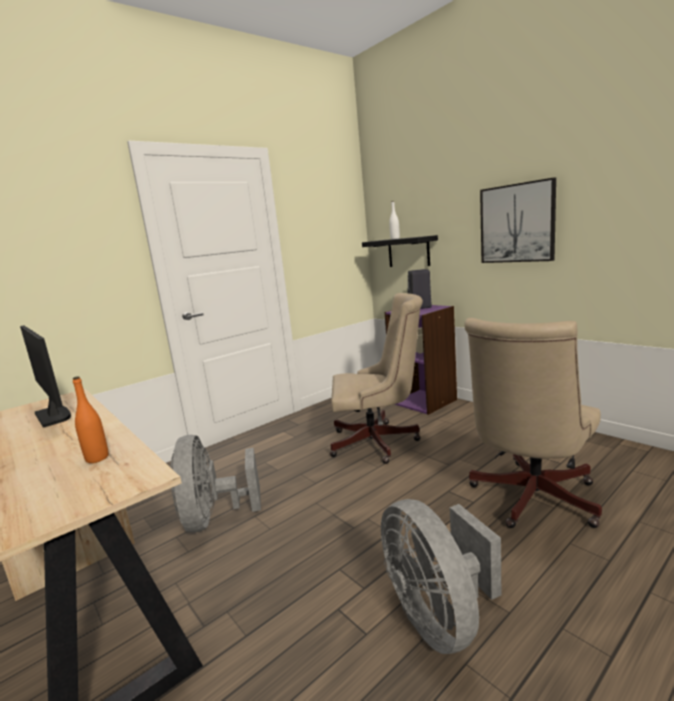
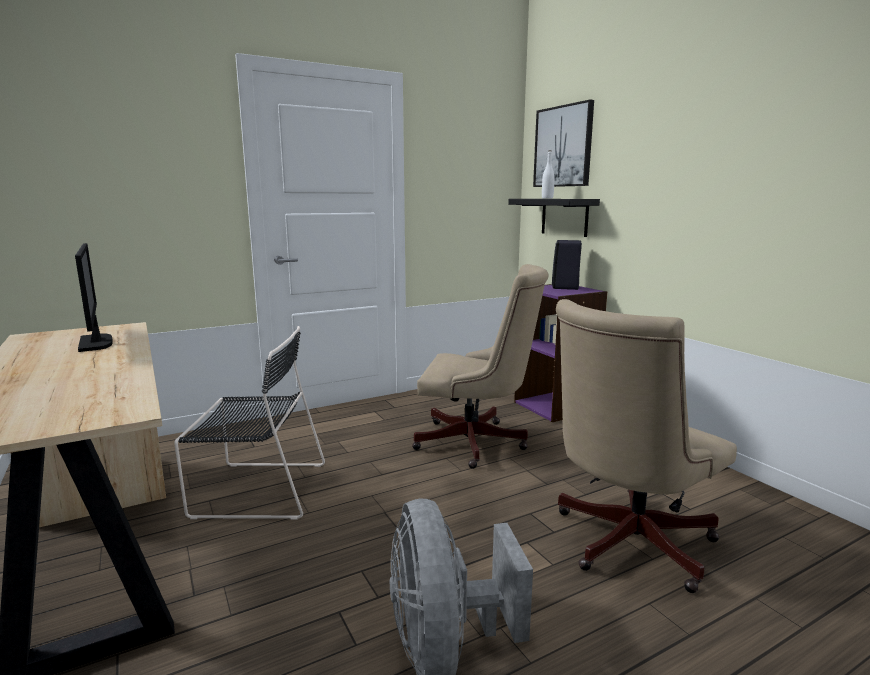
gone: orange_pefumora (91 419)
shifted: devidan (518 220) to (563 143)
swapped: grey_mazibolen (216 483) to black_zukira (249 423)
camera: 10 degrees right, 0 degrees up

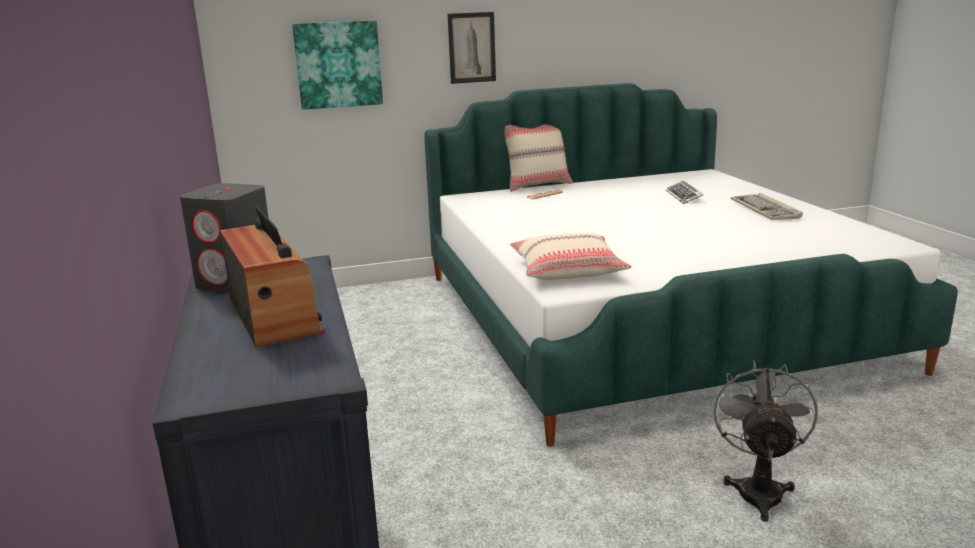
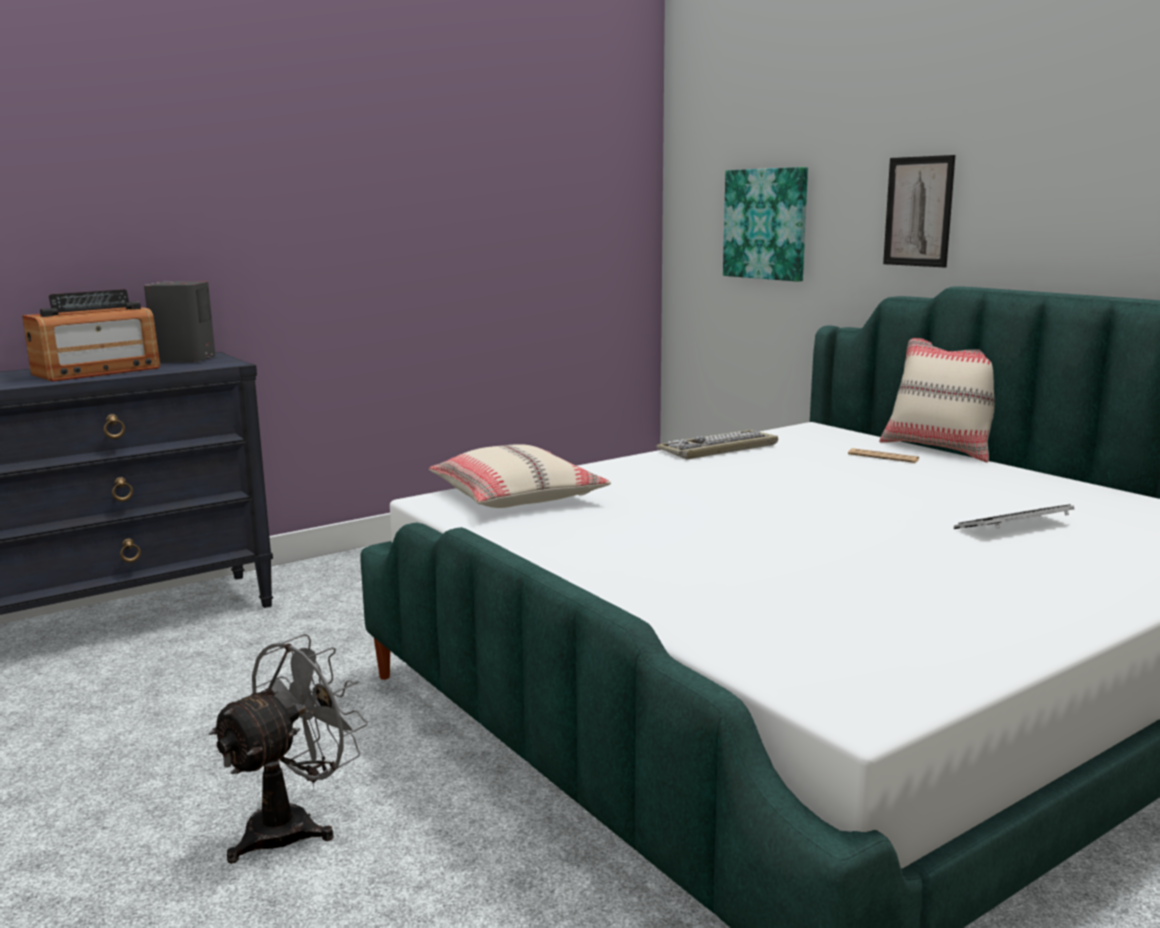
shifted: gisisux (767 206) to (717 445)
rotated: grey_mazibolen (766 441) = (288 749) 45 degrees counterclockwise
camera: 70 degrees right, 5 degrees down

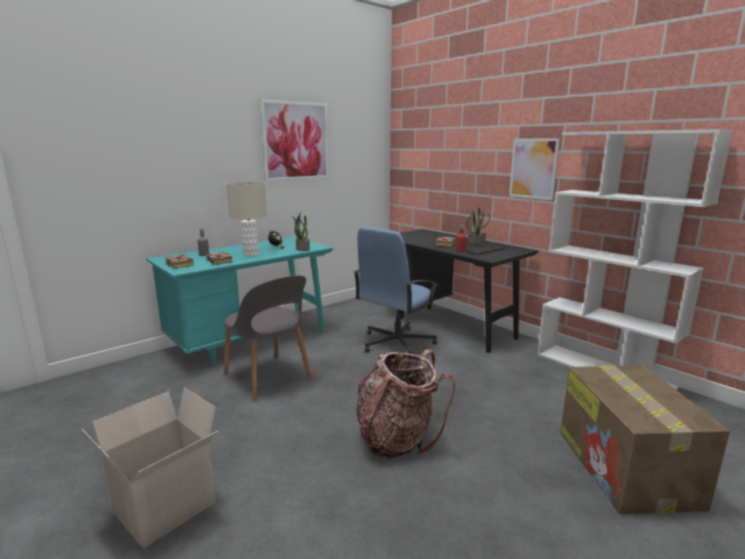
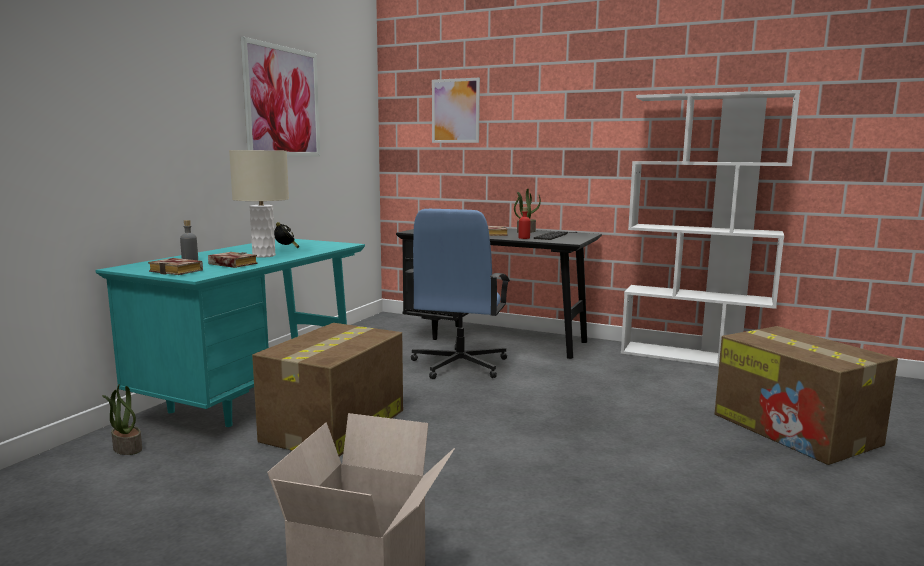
gone: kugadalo (405 404)
shifted: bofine (301 231) to (122 419); devidan (534 169) to (456 110)
swapped: grey_zukira (268 338) to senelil (327 389)
camera: 25 degrees left, 5 degrees down

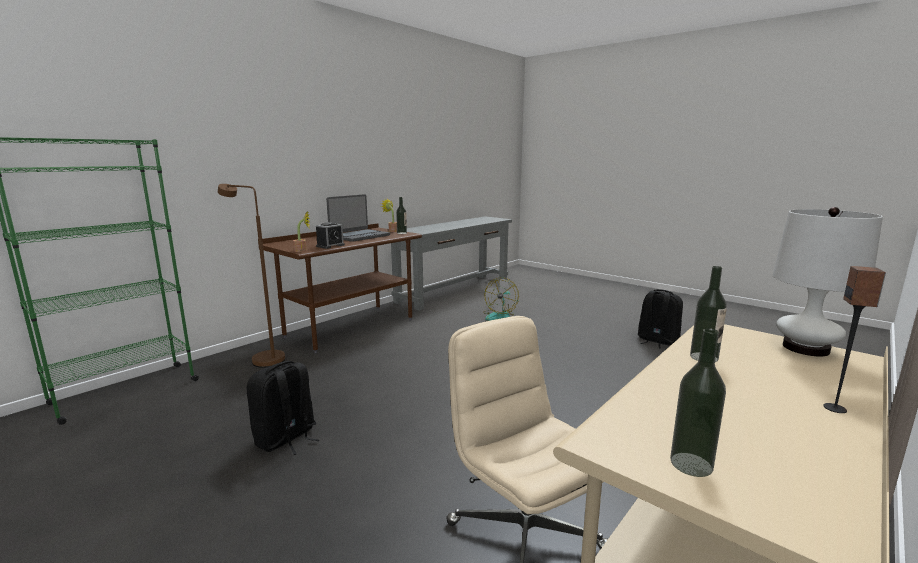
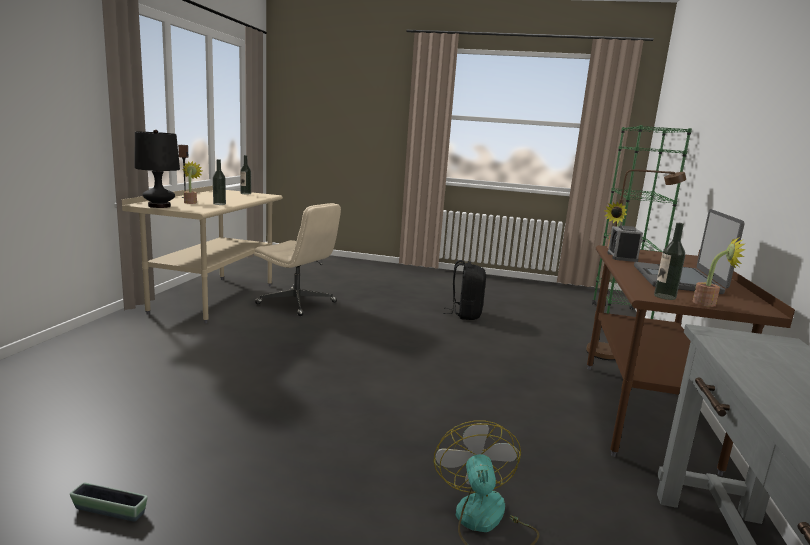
new: bofine (192 182)
swapped: black_kugadalo (660 319) to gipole (109 502)
repainted: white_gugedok (827 282) to black_gugedok (157 169)
camera: 150 degrees right, 0 degrees up

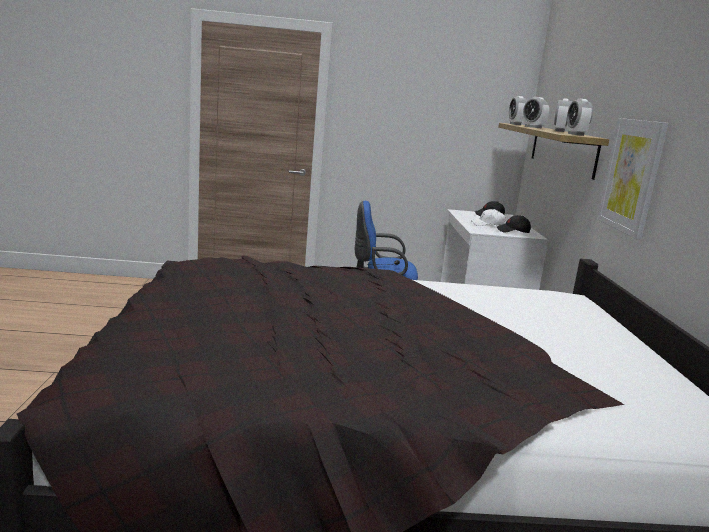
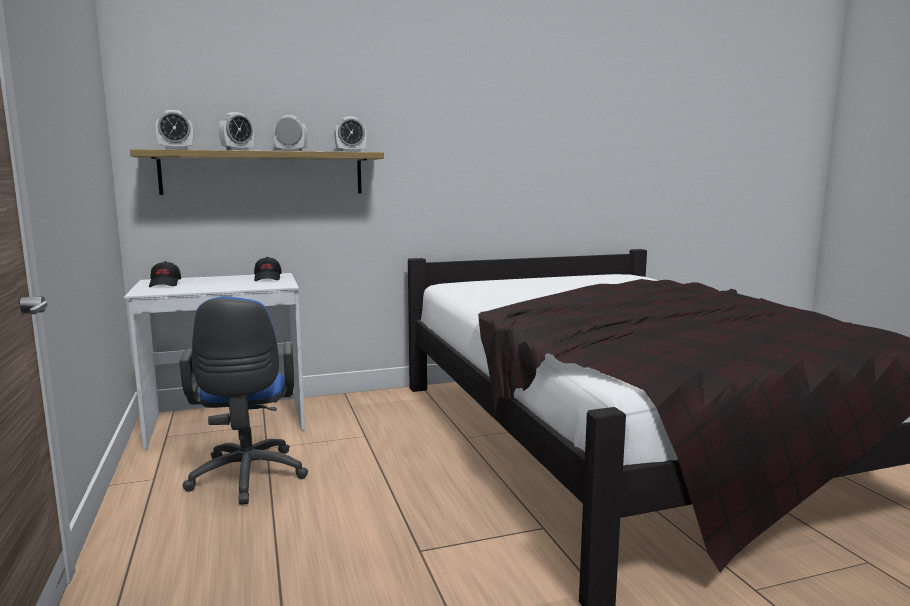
gone: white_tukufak (488 217); devidan (633 179)
camera: 105 degrees left, 5 degrees down

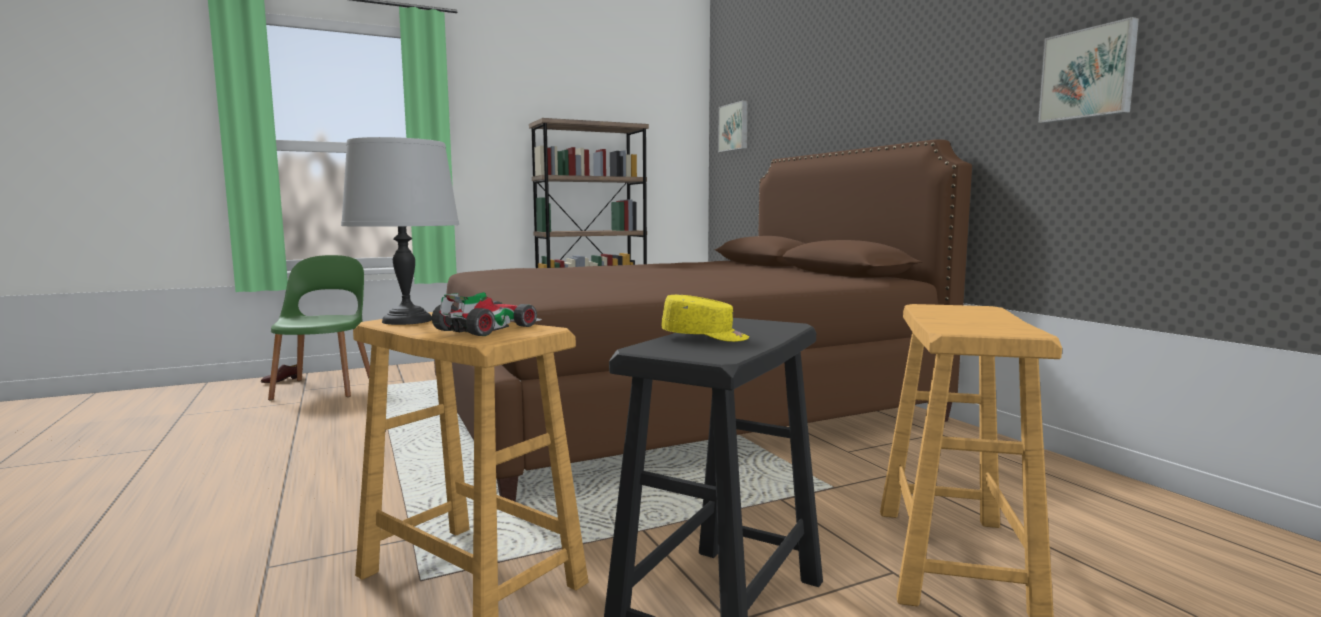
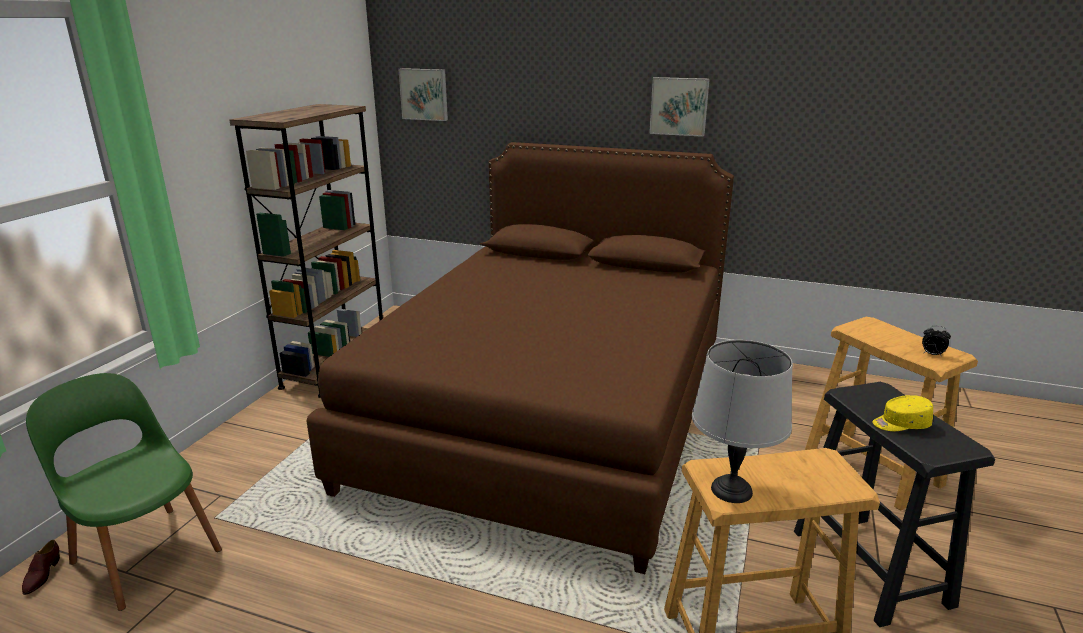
gone: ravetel (487 314)
new: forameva (936 341)
shifted: devidan (1088 70) to (679 107)
rotated: yellow_tukufak (705 318) = (902 413) 150 degrees counterclockwise
camera: 45 degrees left, 15 degrees up

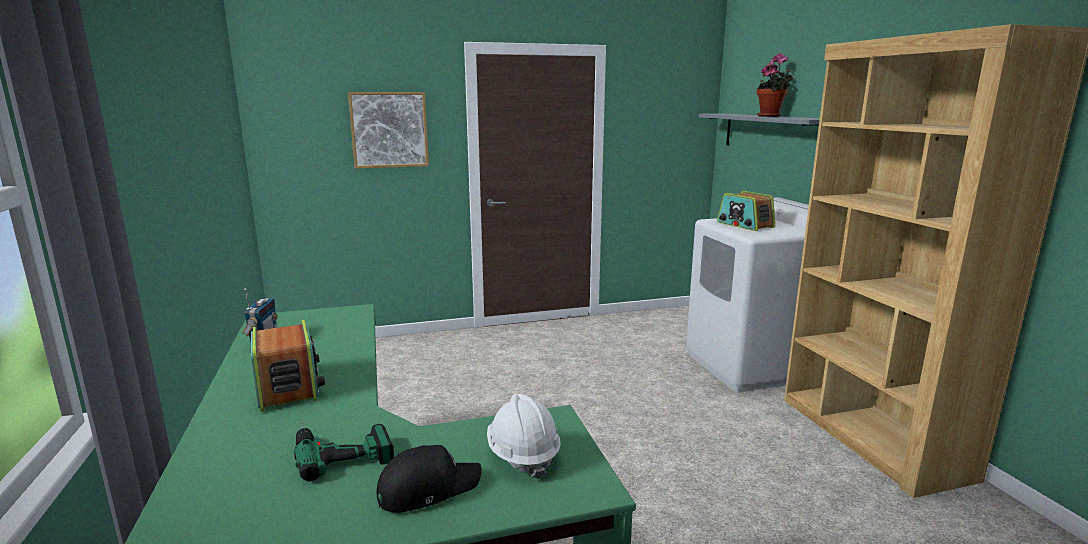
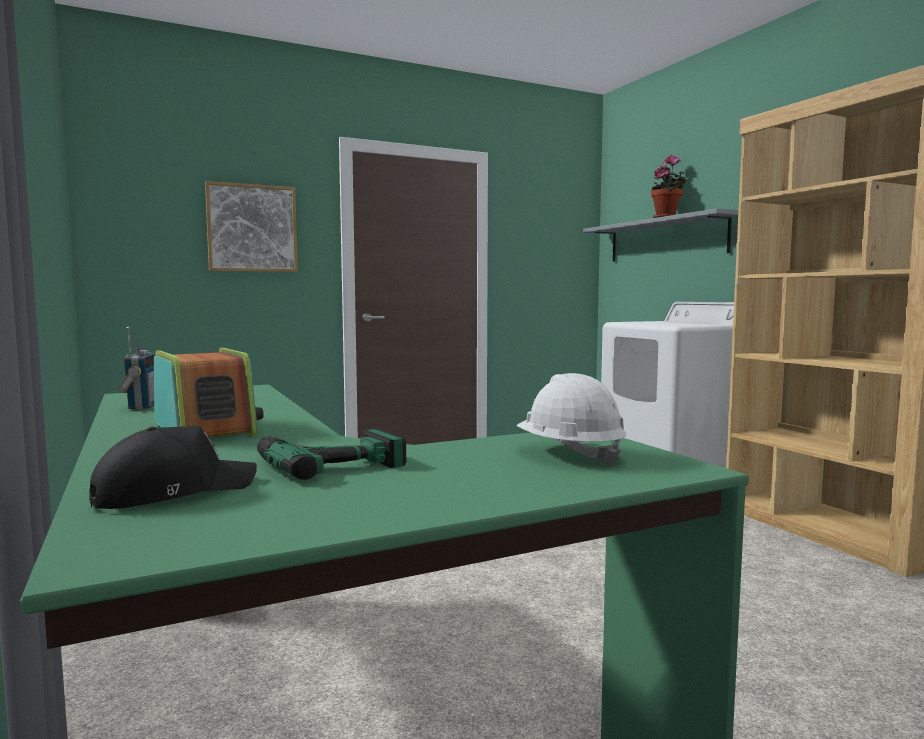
gone: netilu (746 211)
shifted: black_tukufak (428 479) to (173 467)
camera: 10 degrees left, 10 degrees down

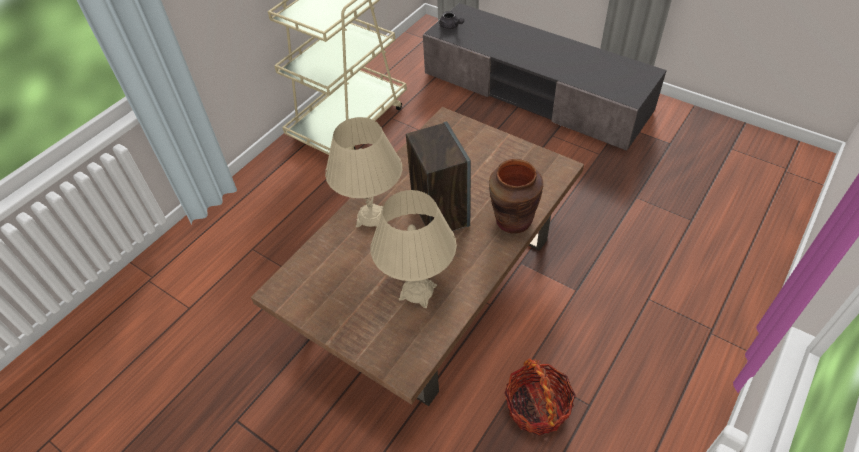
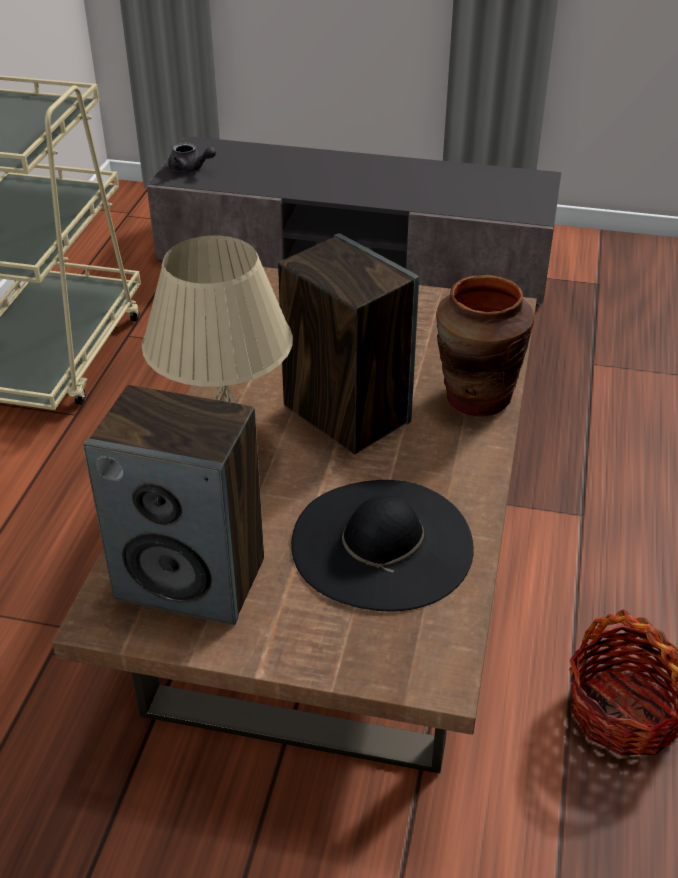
new: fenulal (173 505)
swapped: beige_gugedok (414 249) to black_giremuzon (382 545)
camera: 25 degrees left, 10 degrees down

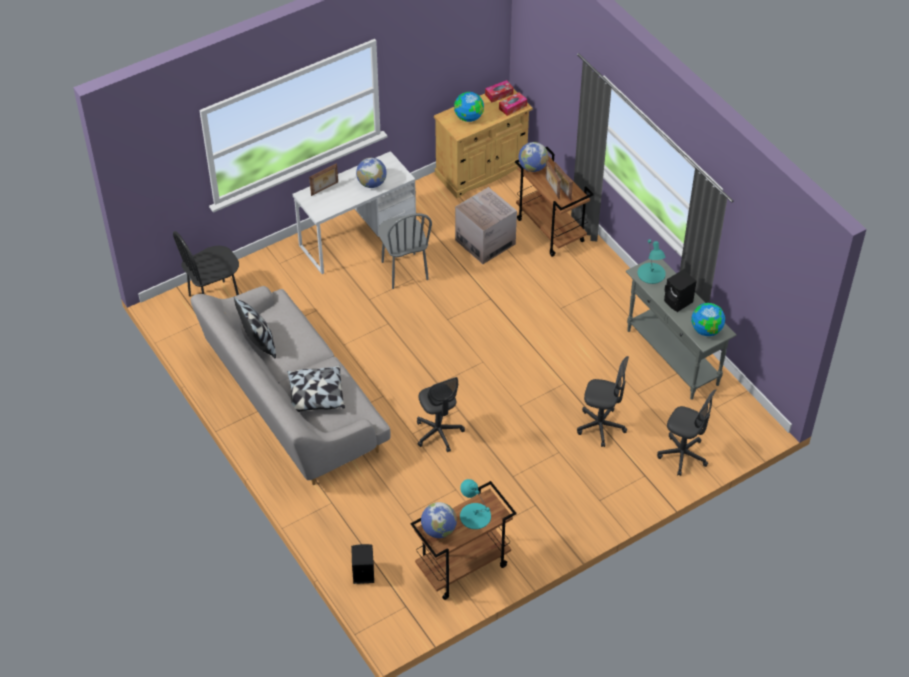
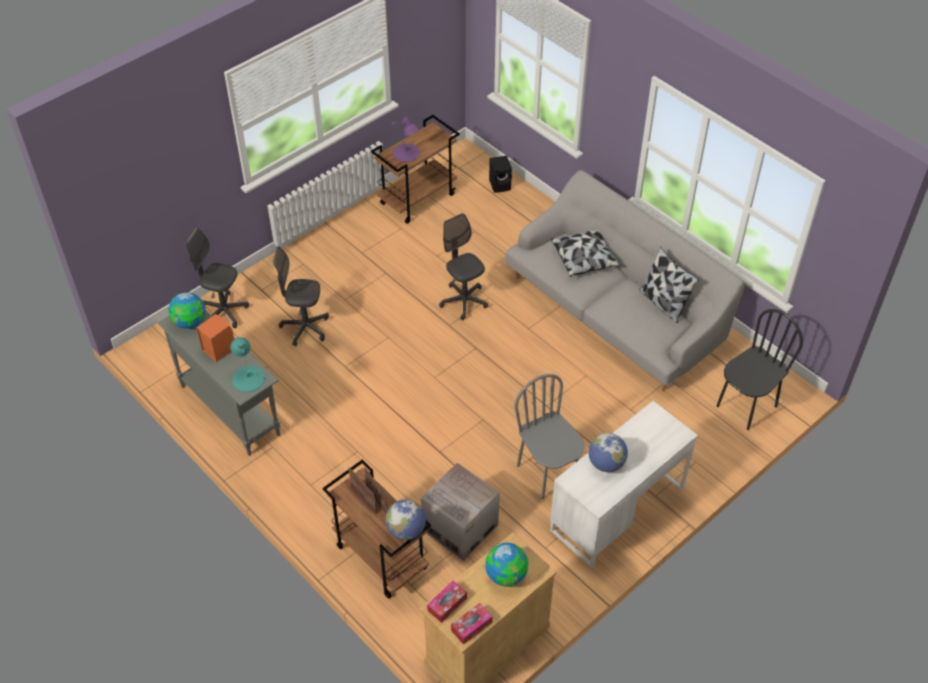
gone: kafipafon (323 179); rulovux (439 520)
repainted: turquoise_gugedok (475 504) to purple_gugedok (405 139); black_fenulal (680 291) to orange_fenulal (215 338)
camera: 170 degrees right, 0 degrees up

